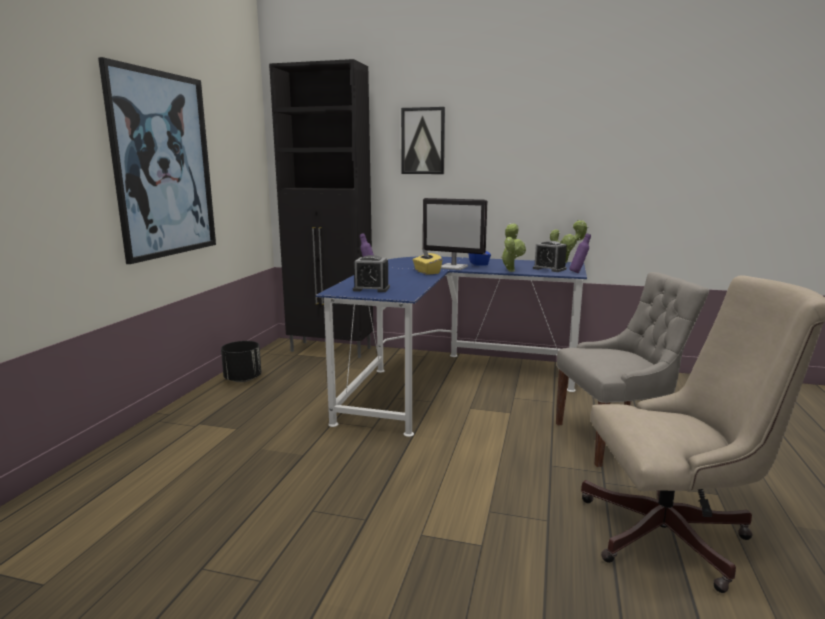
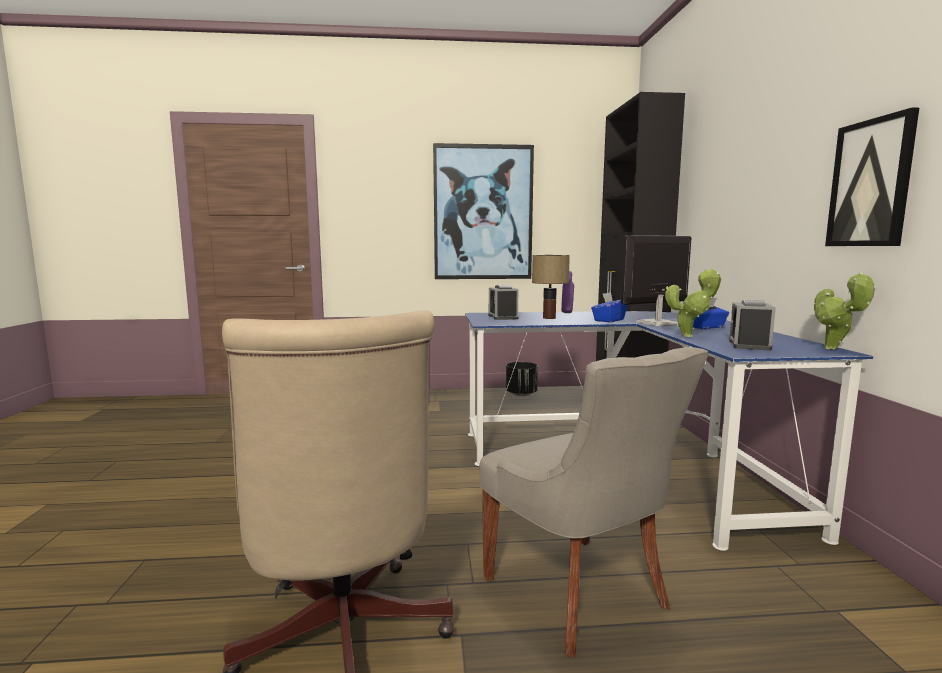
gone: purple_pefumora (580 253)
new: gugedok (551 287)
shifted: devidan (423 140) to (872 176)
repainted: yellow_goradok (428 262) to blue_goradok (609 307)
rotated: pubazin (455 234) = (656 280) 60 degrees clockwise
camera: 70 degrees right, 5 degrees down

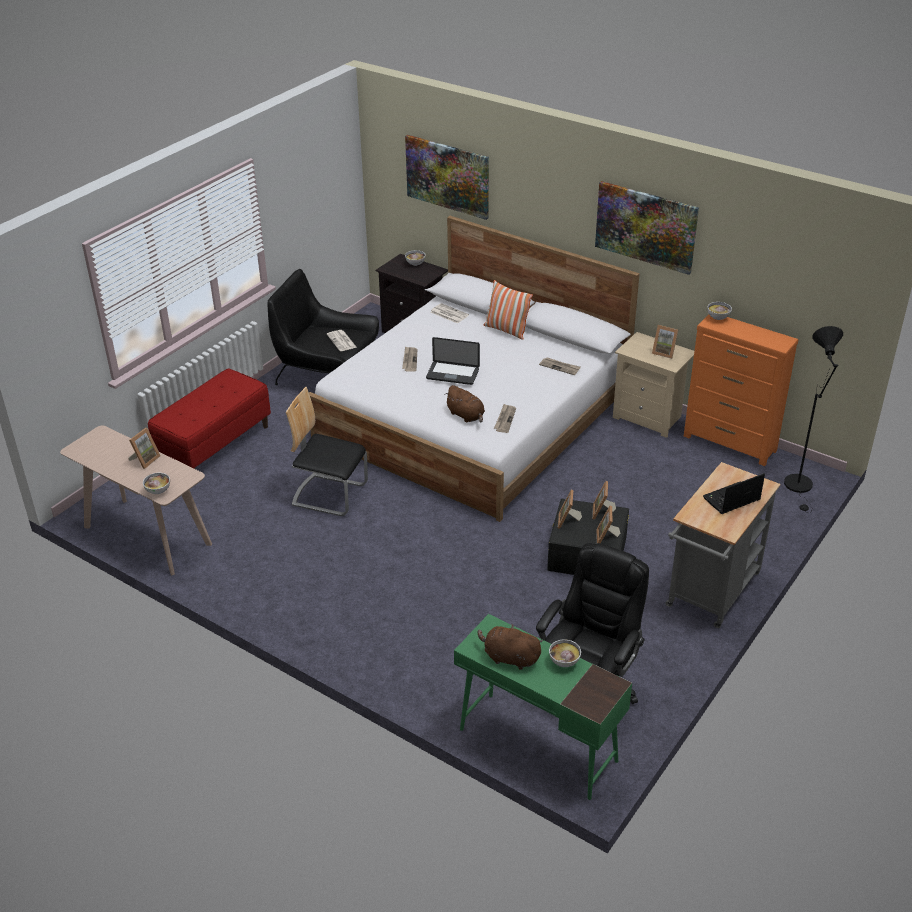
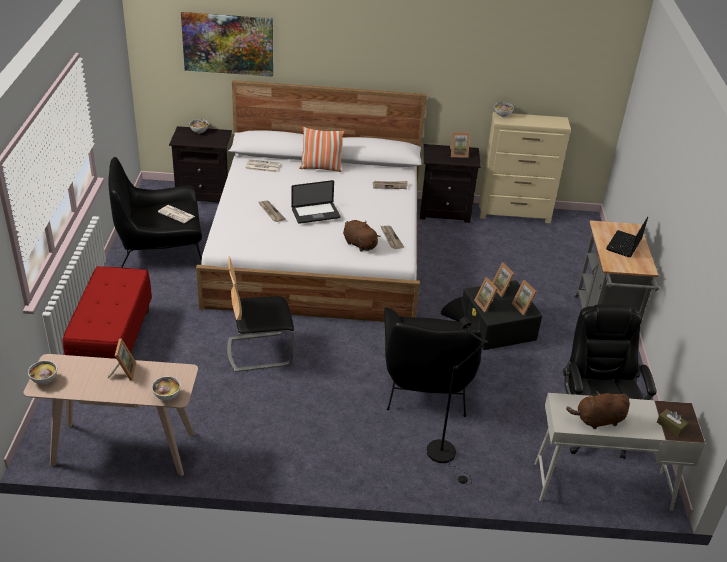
gone: devidan (647 228)
new: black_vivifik (433 362); brown_goradok (673 423)
shifted: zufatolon (565 653) to (42 372); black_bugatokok (813 419) to (457 390)
repainted: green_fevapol (543 707) to white_fevapol (620 452); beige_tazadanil (653 385) to black_tazadanil (450 183); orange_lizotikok (741 390) to beige_lizotikok (525 167)
rotated: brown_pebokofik (464 403) = (362 236) 150 degrees counterclockwise
camera: 35 degrees left, 0 degrees up

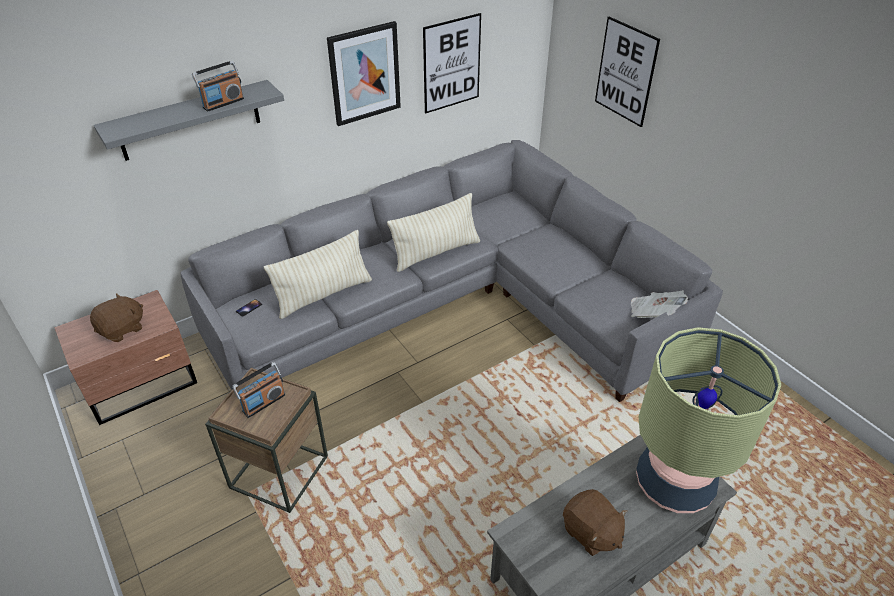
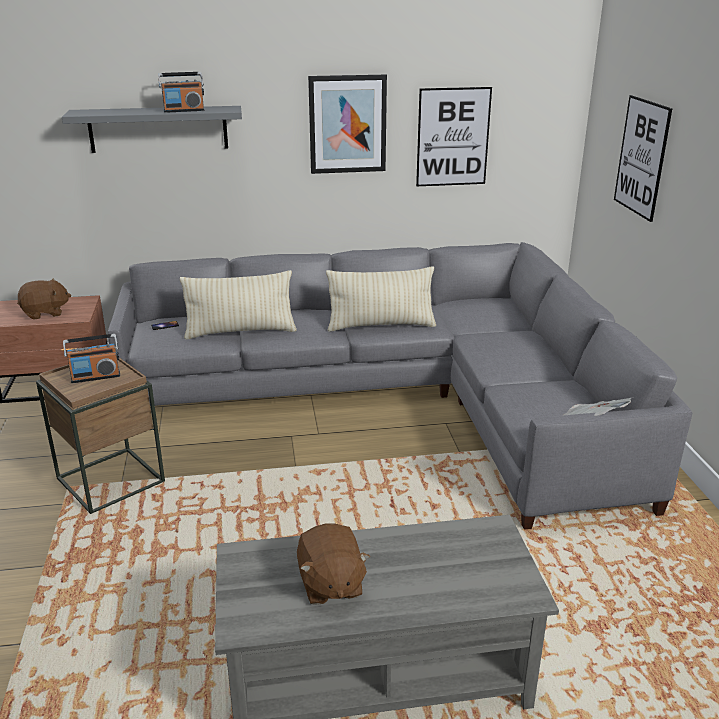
gone: gugedok (708 420)
camera: 25 degrees right, 15 degrees down

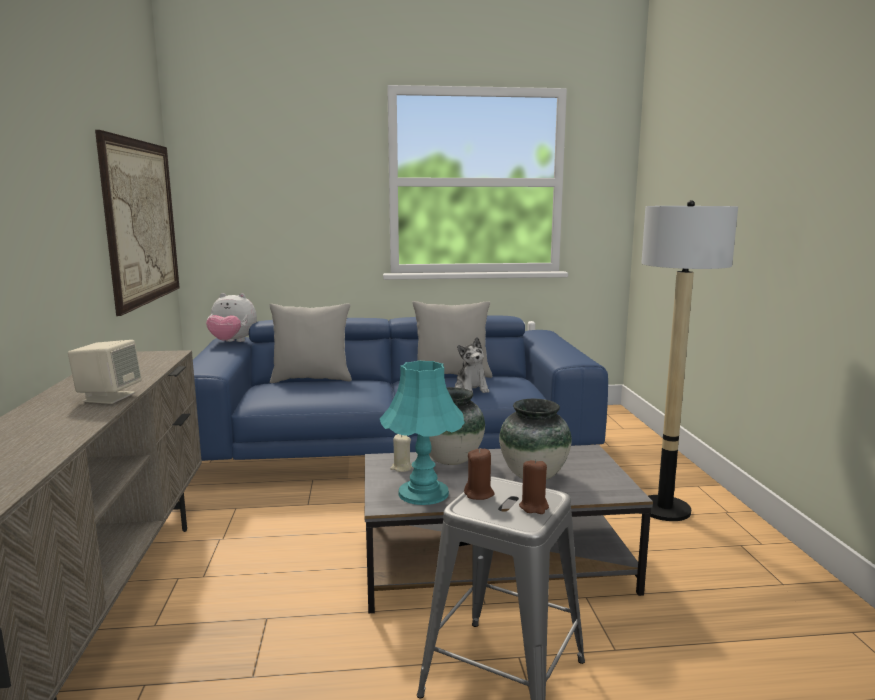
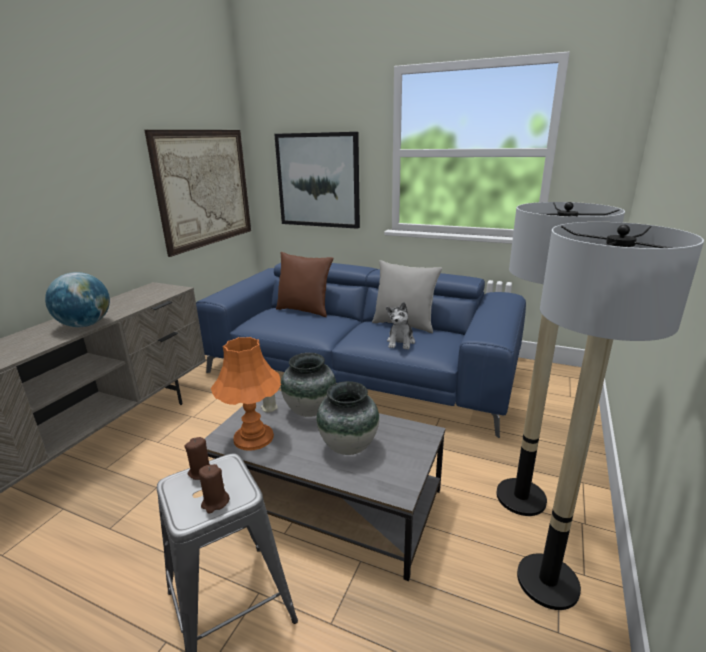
gone: pebokofik (231 317)
new: devidan (317 180); bugatokok (610 416)
swapped: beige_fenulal (105 372) to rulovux (77 299)
repainted: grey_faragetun (310 343) to brown_faragetun (304 284); turquoise_gugedok (422 432) to orange_gugedok (246 394)
camera: 30 degrees right, 10 degrees up

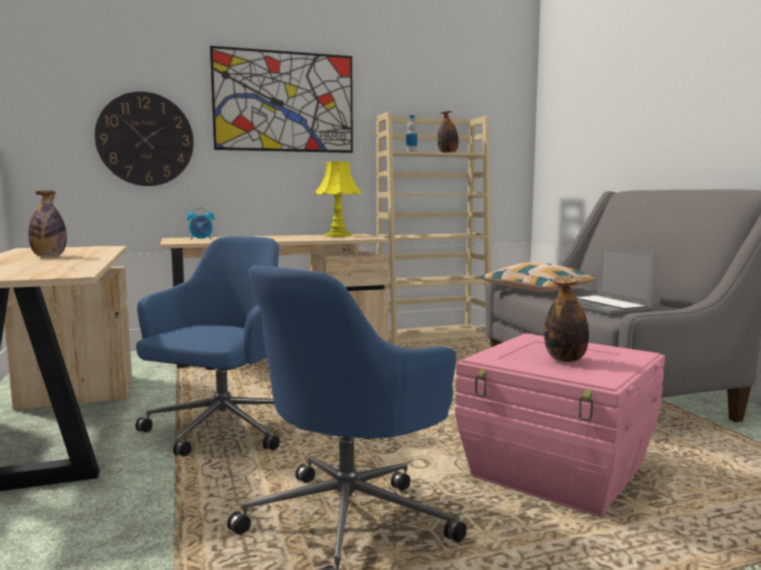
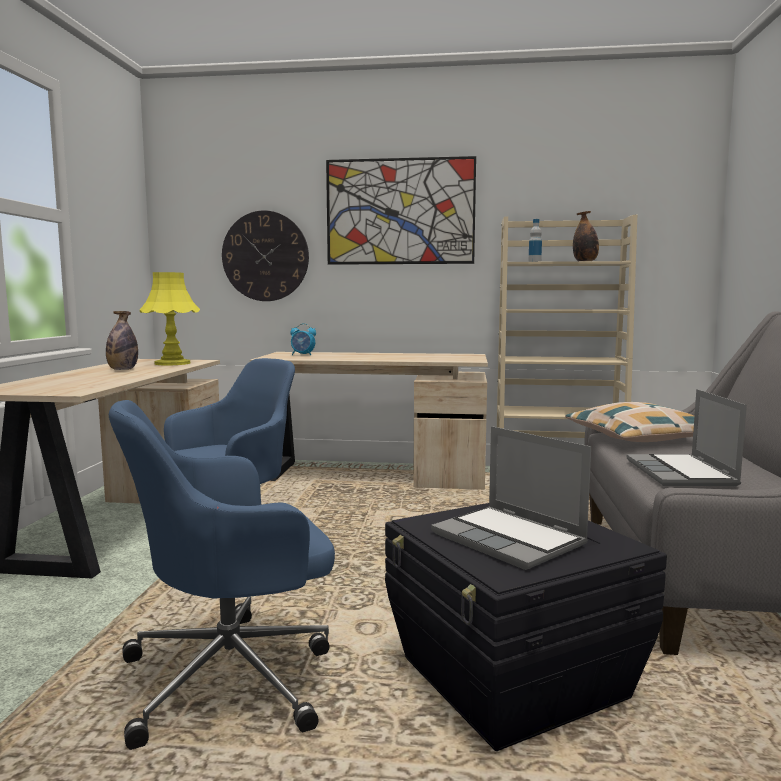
shifted: yellow_gugedok (338 199) to (170 319)
swapped: pefumora (566 319) to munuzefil (511 498)
repainted: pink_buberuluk (560 425) to black_buberuluk (526 627)
camera: 25 degrees right, 0 degrees up

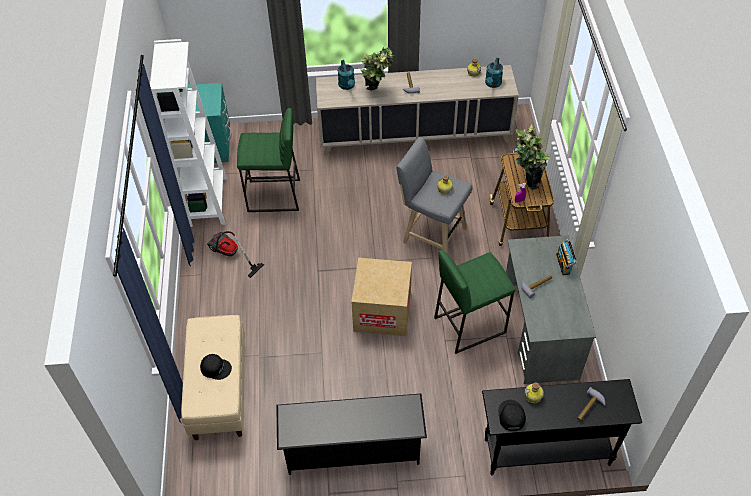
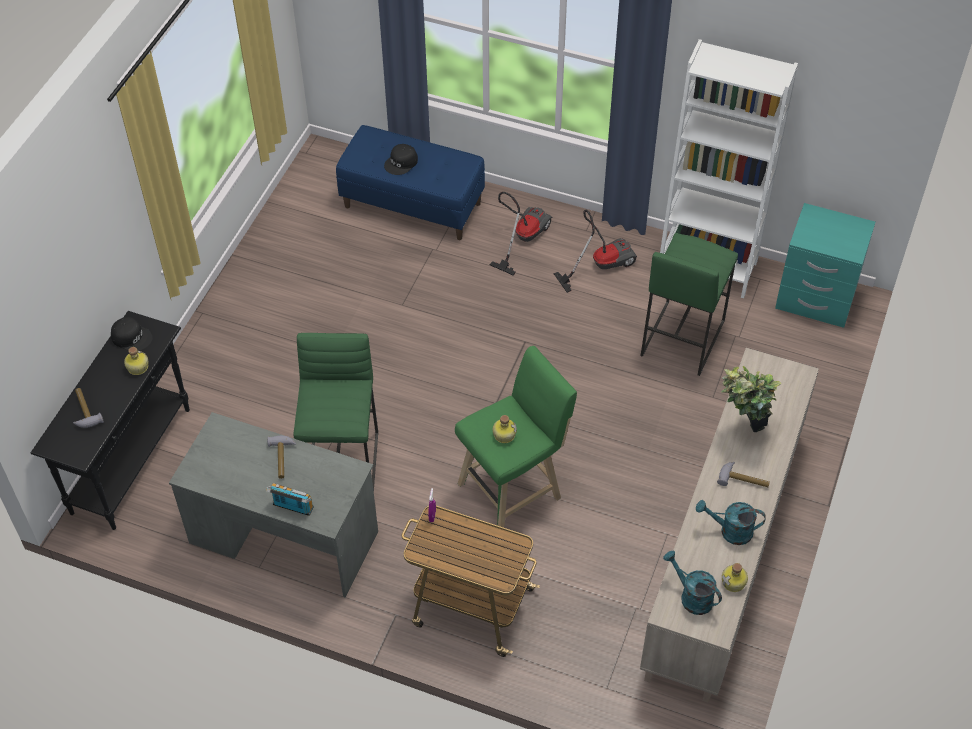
gone: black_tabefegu (351 434); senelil (381 297); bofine (532 157)
new: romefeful (521 234)
shifted: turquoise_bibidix (346 75) to (731 522)
repainted: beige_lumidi (213 377) to blue_lumidi (410 182); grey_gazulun (434 195) to green_gazulun (516 437)
camera: 115 degrees right, 0 degrees up

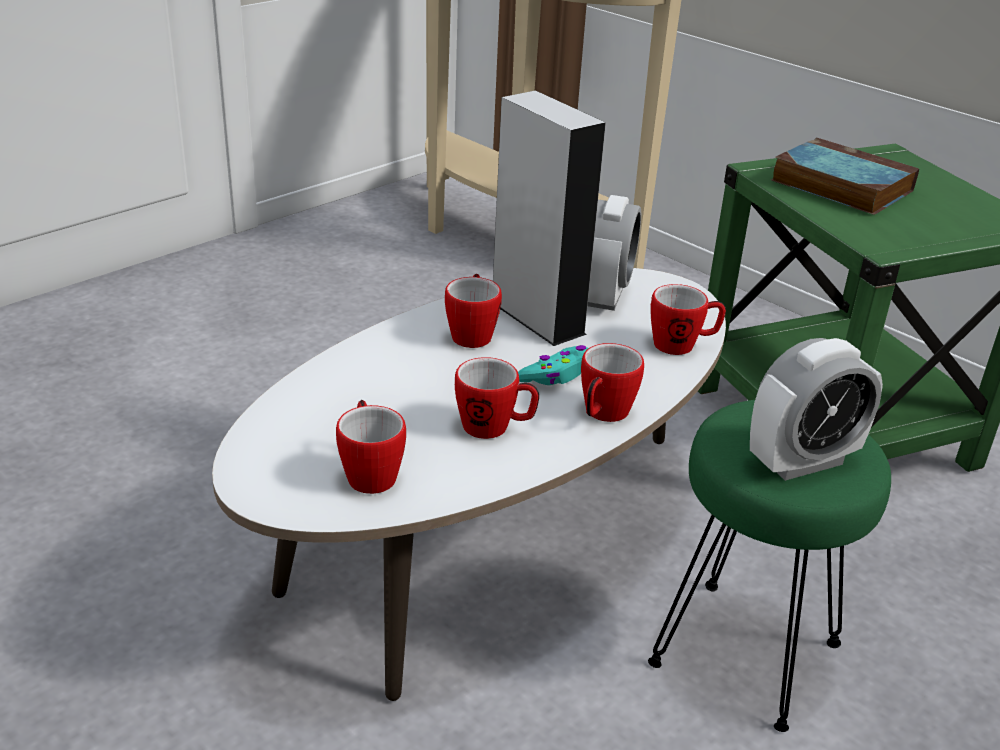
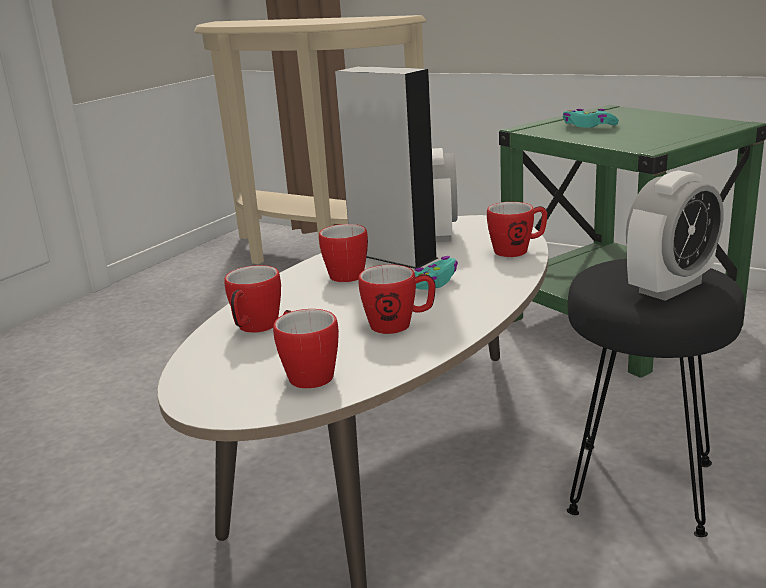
shifted: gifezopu (612 382) to (252 299)
swapped: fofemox (845 176) to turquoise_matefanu (591 118)
repainted: green_gazulun (769 566) to black_gazulun (656 398)
camera: 10 degrees left, 10 degrees down

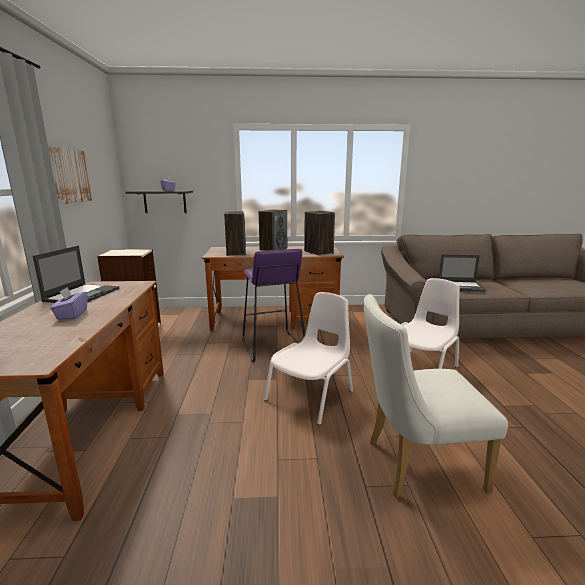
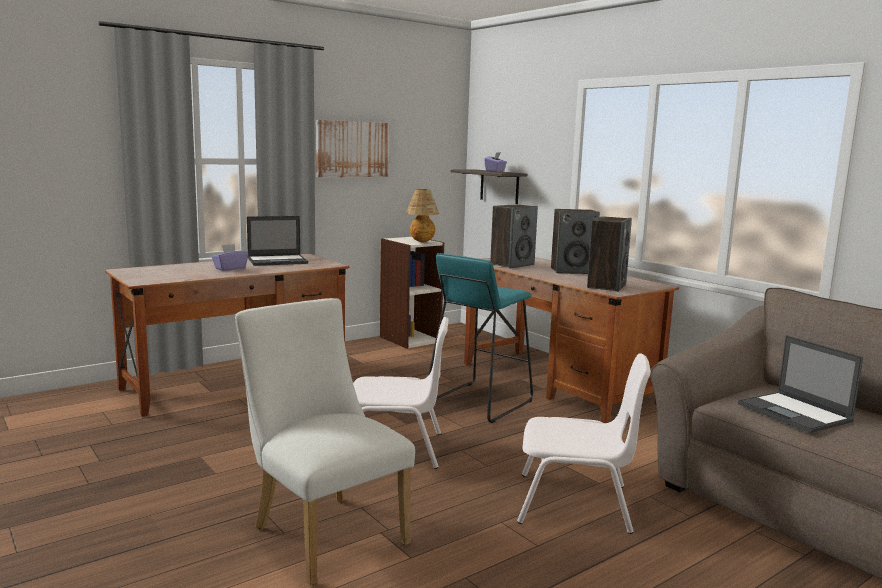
new: gugedok (422 215)
repainted: purple_gazulun (273 305) to turquoise_gazulun (480 338)
camera: 55 degrees right, 5 degrees down

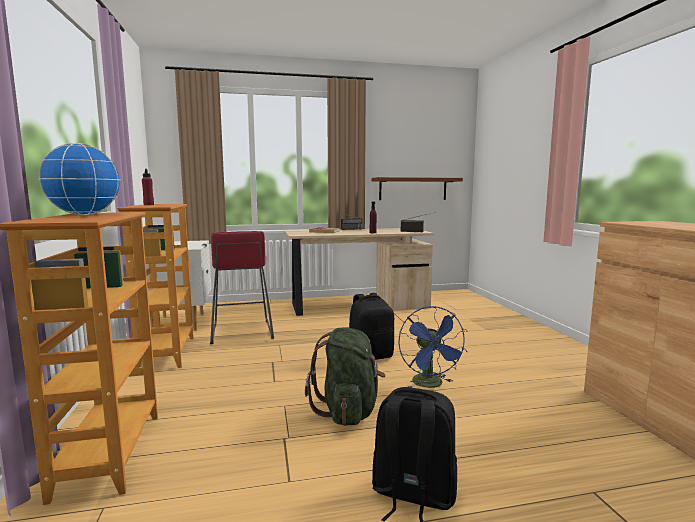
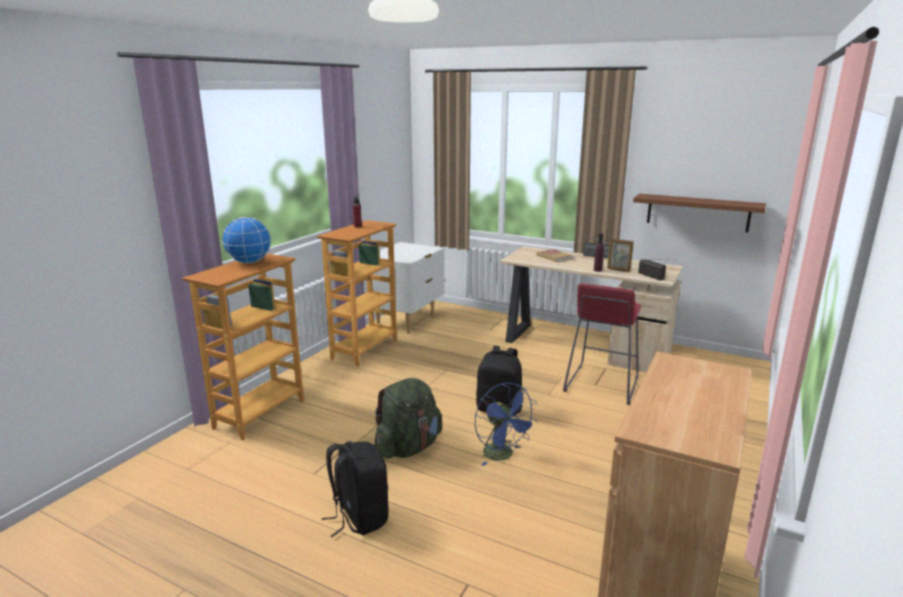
new: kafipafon (620 255)
shifted: red_gazulun (242 287) to (602 344)
rotated: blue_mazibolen (433 347) = (506 424) 60 degrees counterclockwise
camera: 40 degrees right, 10 degrees up

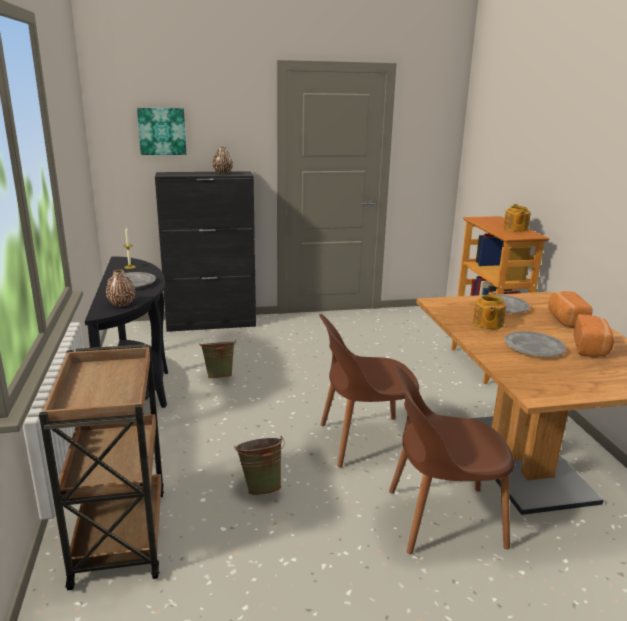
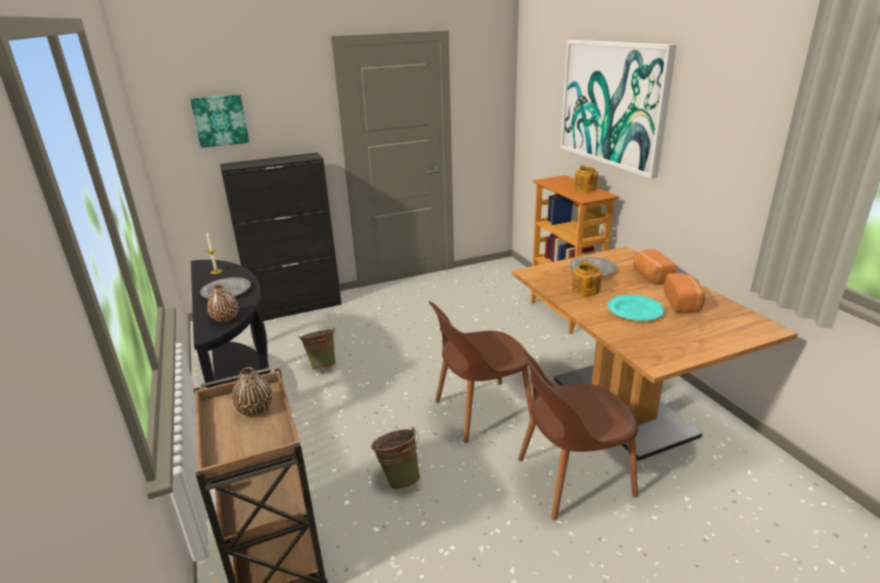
new: devidan (618 109)
shifted: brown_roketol (223 160) to (252 391)
repainted: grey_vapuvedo (535 344) to turquoise_vapuvedo (636 308)
camera: 10 degrees left, 5 degrees up

